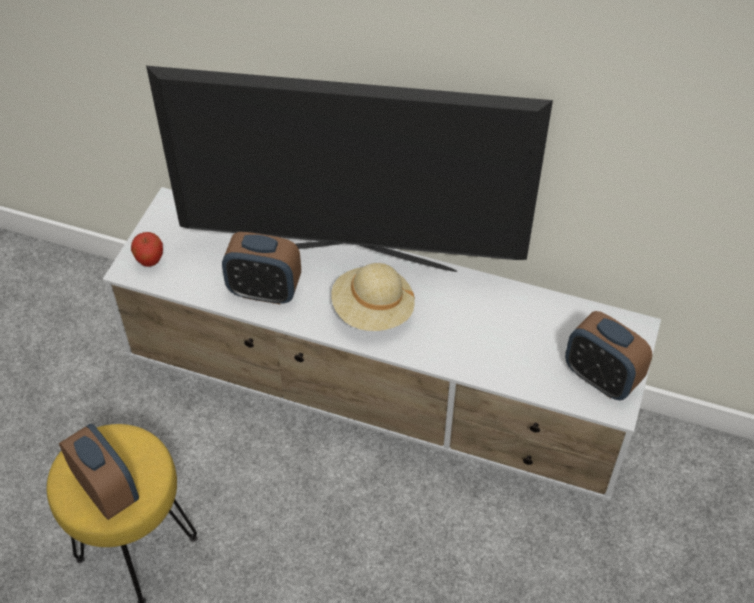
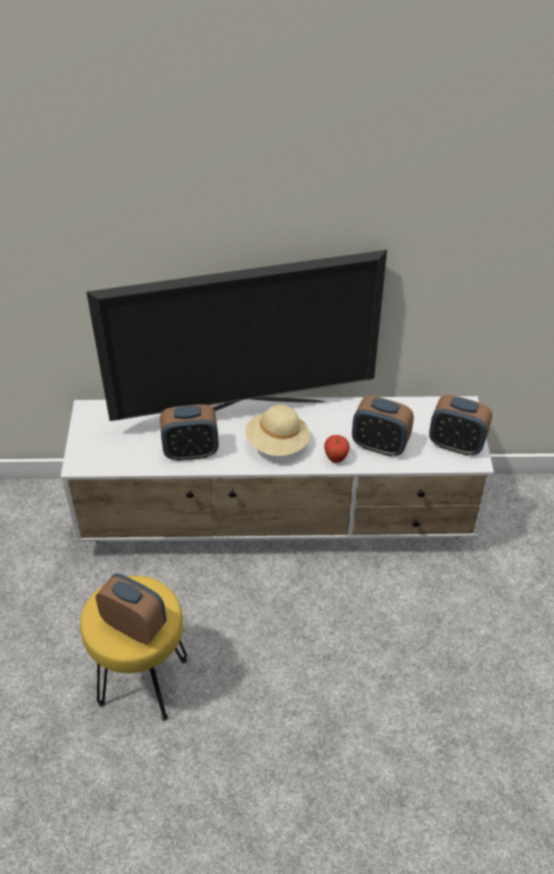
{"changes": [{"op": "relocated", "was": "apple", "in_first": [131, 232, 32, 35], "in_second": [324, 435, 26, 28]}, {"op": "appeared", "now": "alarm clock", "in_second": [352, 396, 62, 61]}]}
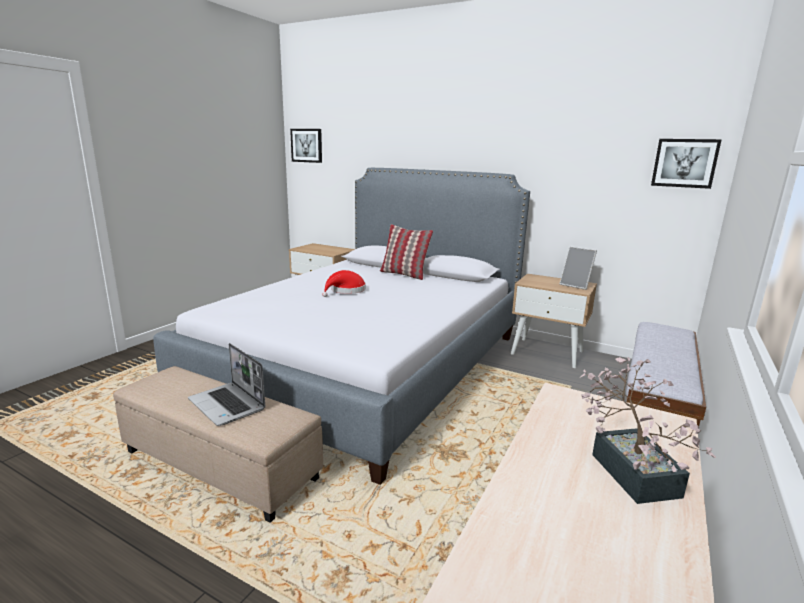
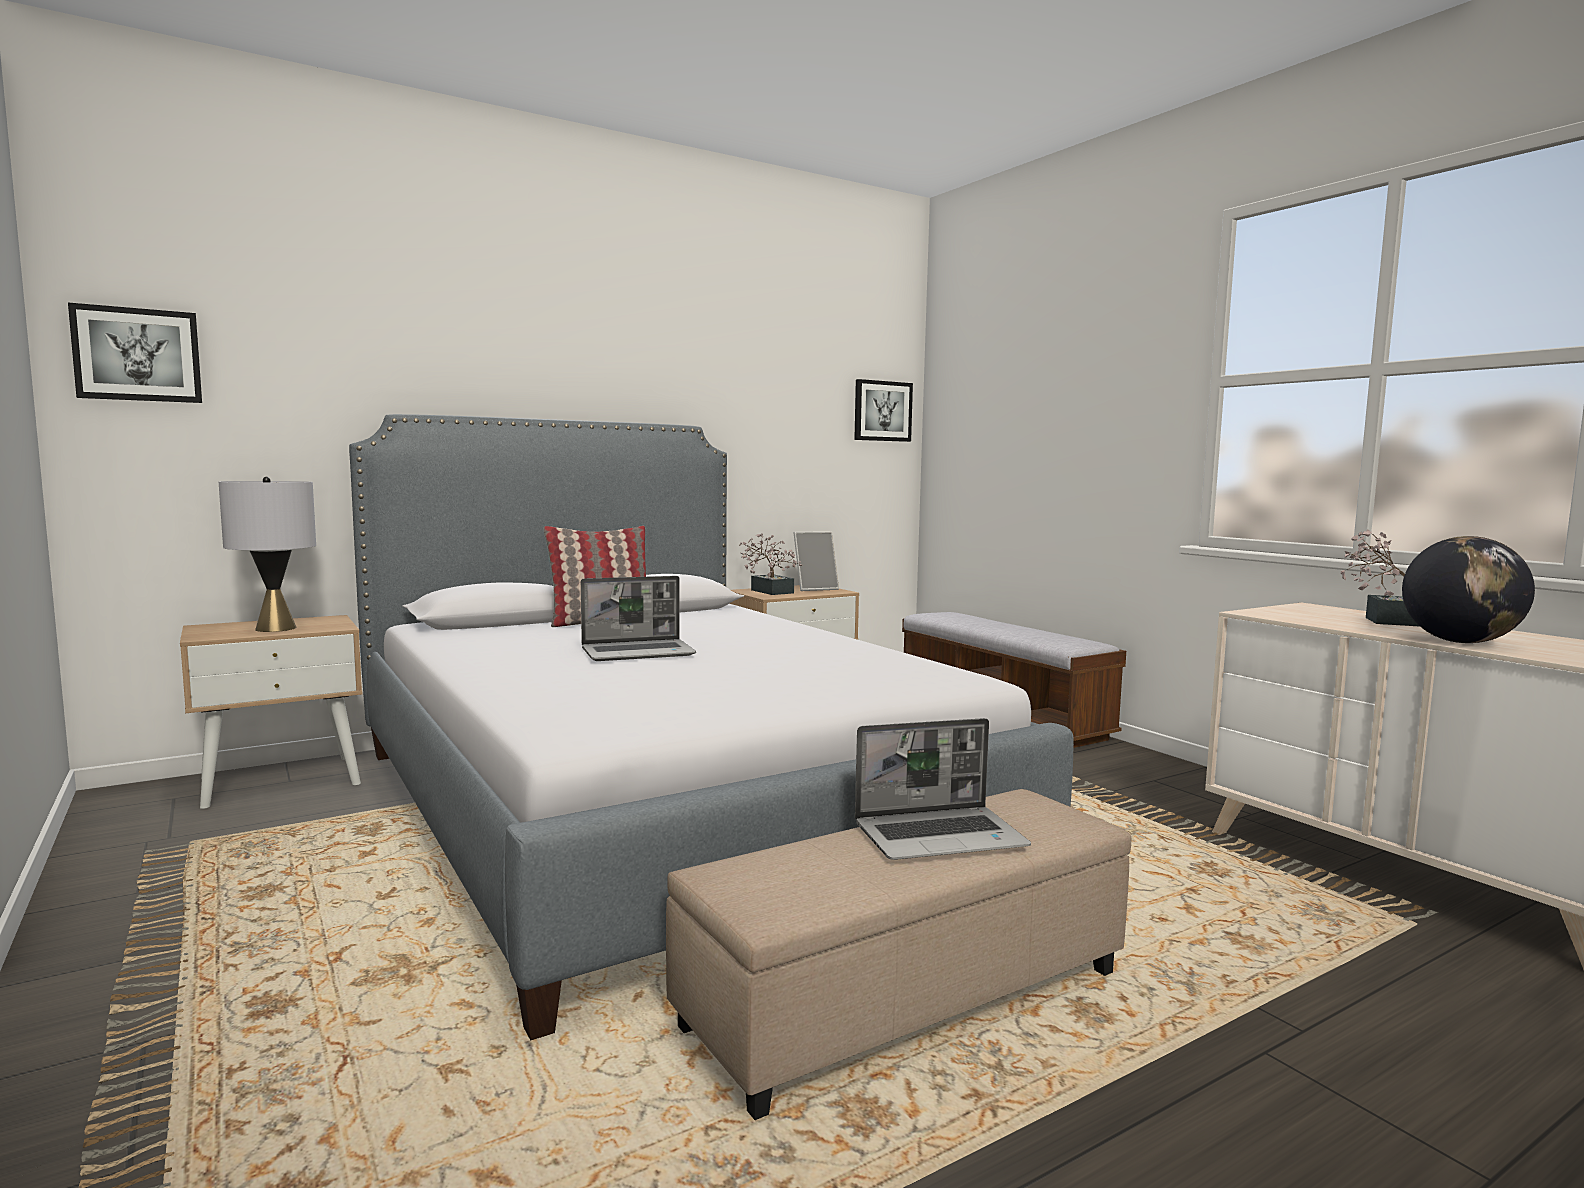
{"changes": [{"op": "exchanged", "was": "red hat", "now": "laptop", "in_first": [322, 270, 44, 27], "in_second": [581, 576, 115, 85]}, {"op": "appeared", "now": "grey table lamp", "in_second": [219, 476, 97, 156]}, {"op": "appeared", "now": "potted plant", "in_second": [739, 533, 63, 62]}, {"op": "appeared", "now": "globe", "in_second": [1402, 536, 133, 107]}]}
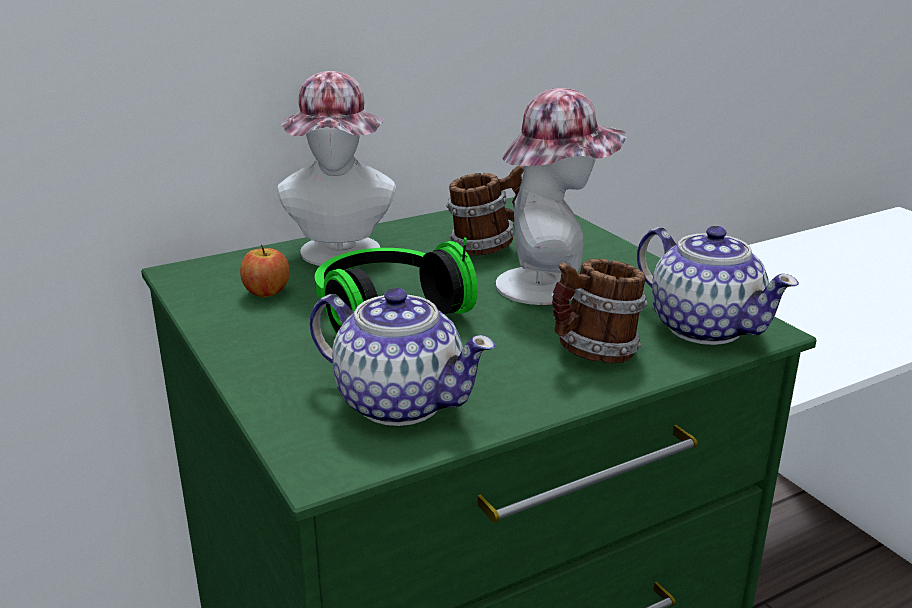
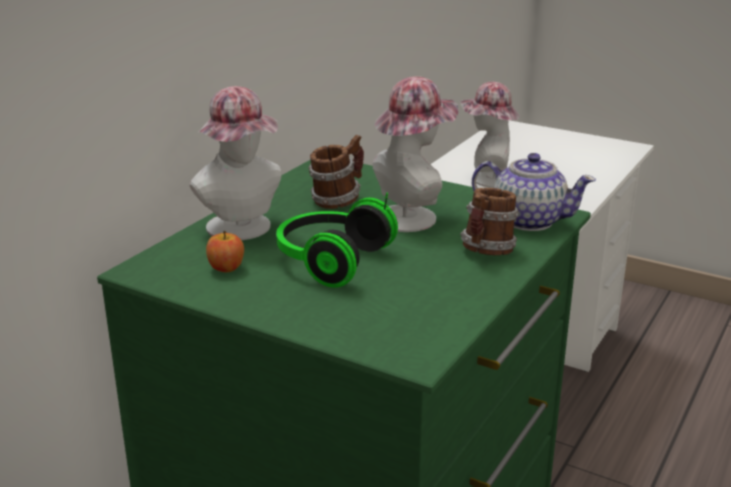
{"changes": [{"op": "missing", "was": "teapot", "in_first": [309, 288, 186, 138]}, {"op": "appeared", "now": "hat", "in_second": [460, 82, 60, 106]}]}
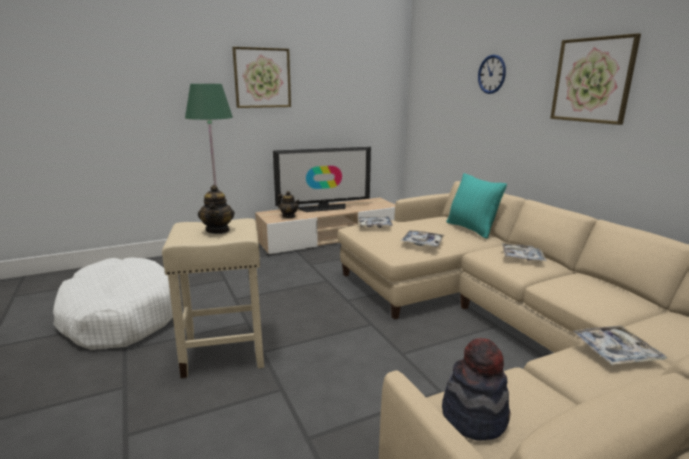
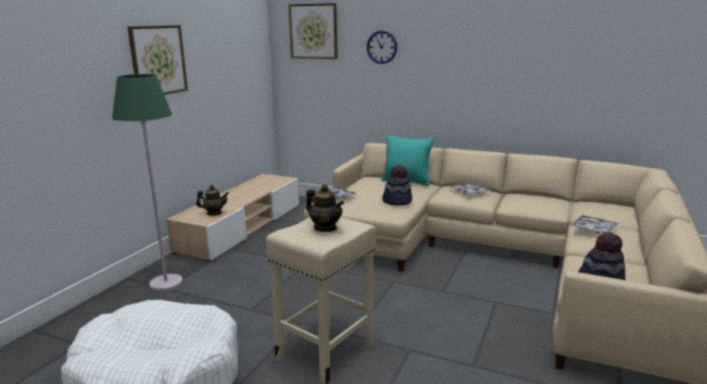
{"changes": [{"op": "relocated", "was": "picture", "in_first": [550, 33, 91, 92], "in_second": [289, 3, 49, 56]}, {"op": "missing", "was": "television", "in_first": [273, 147, 98, 65]}, {"op": "exchanged", "was": "tray", "now": "hat", "in_first": [401, 230, 44, 17], "in_second": [382, 165, 30, 41]}]}
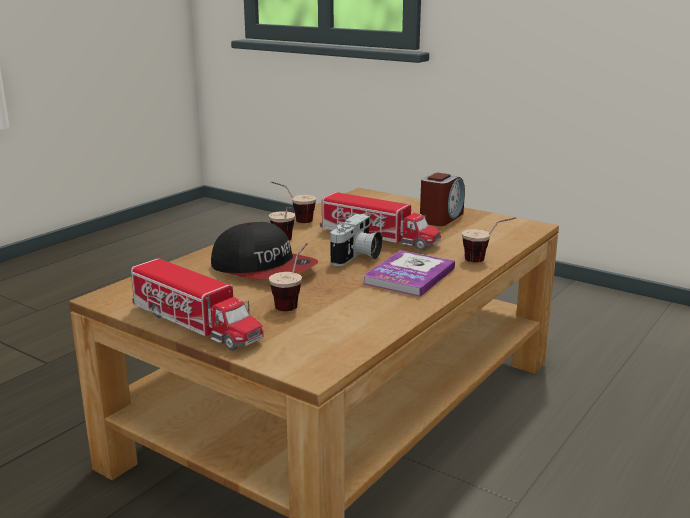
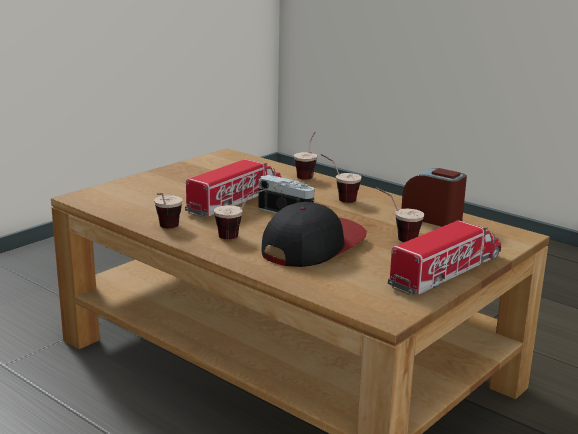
{"changes": [{"op": "relocated", "was": "alarm clock", "in_first": [420, 173, 45, 53], "in_second": [401, 168, 66, 59]}, {"op": "exchanged", "was": "book", "now": "cup", "in_first": [363, 250, 92, 47], "in_second": [321, 154, 40, 49]}]}
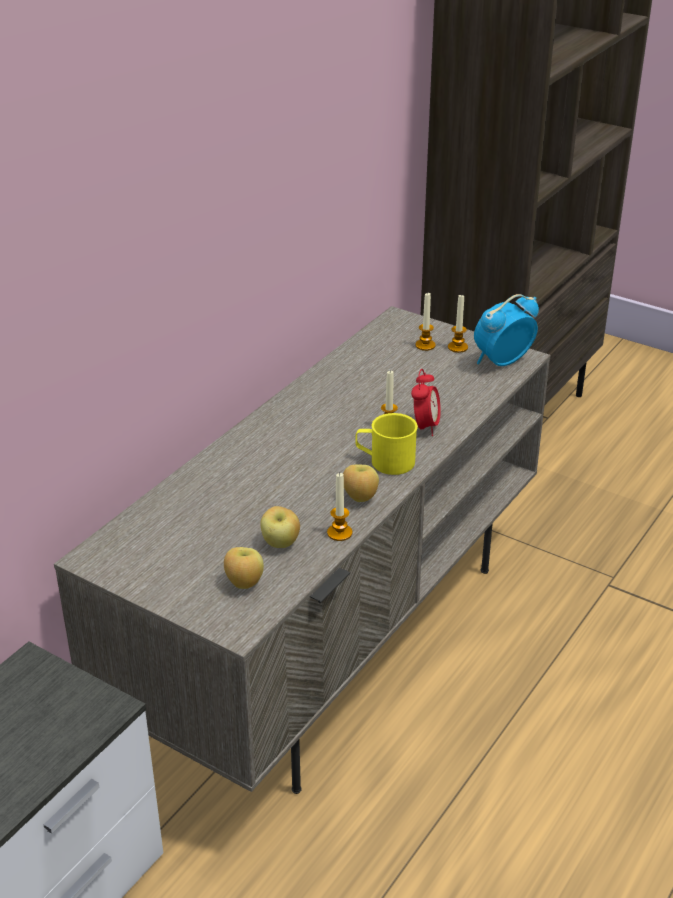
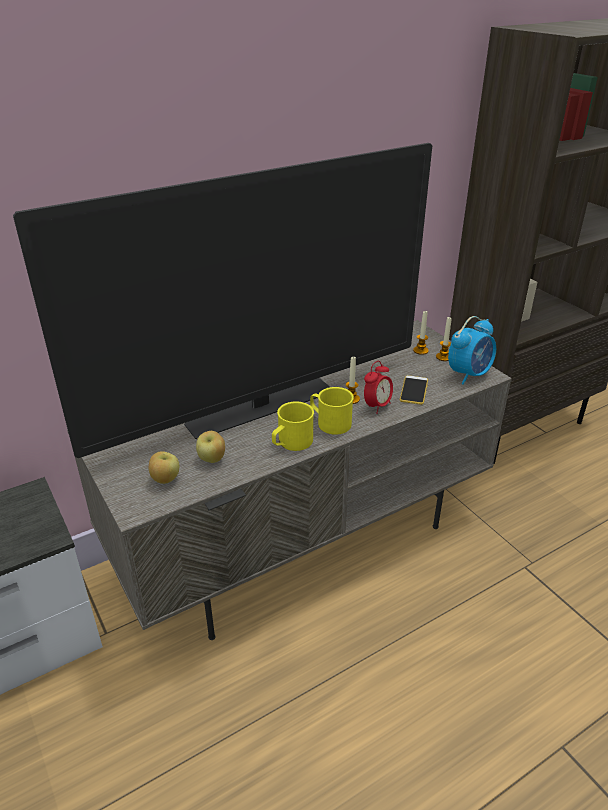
{"changes": [{"op": "spun", "was": "alarm clock", "in_first": [474, 294, 65, 72], "in_second": [448, 316, 48, 68], "clockwise": 150}, {"op": "exchanged", "was": "apple", "now": "yellow mug", "in_first": [343, 464, 36, 38], "in_second": [272, 401, 42, 50]}, {"op": "missing", "was": "candle", "in_first": [327, 473, 25, 68]}, {"op": "appeared", "now": "television", "in_second": [13, 143, 419, 315]}, {"op": "appeared", "now": "phone", "in_second": [399, 375, 29, 30]}]}
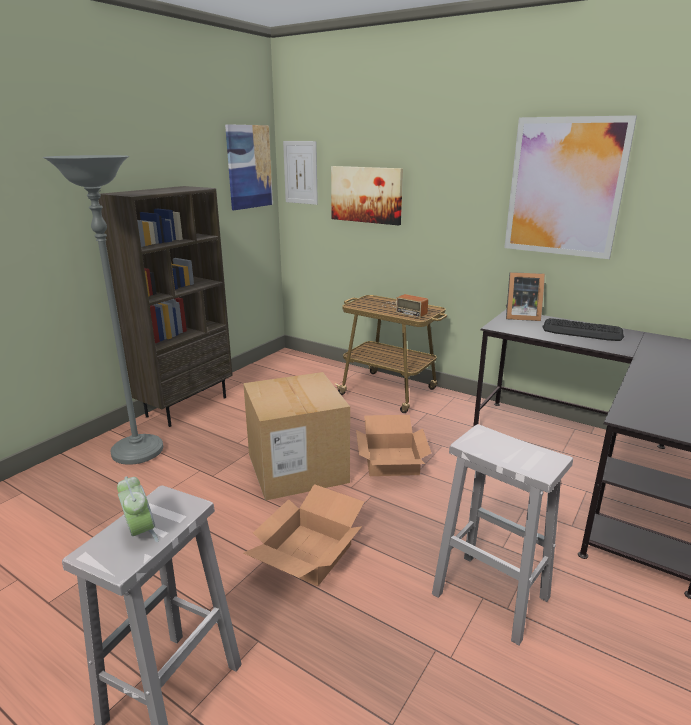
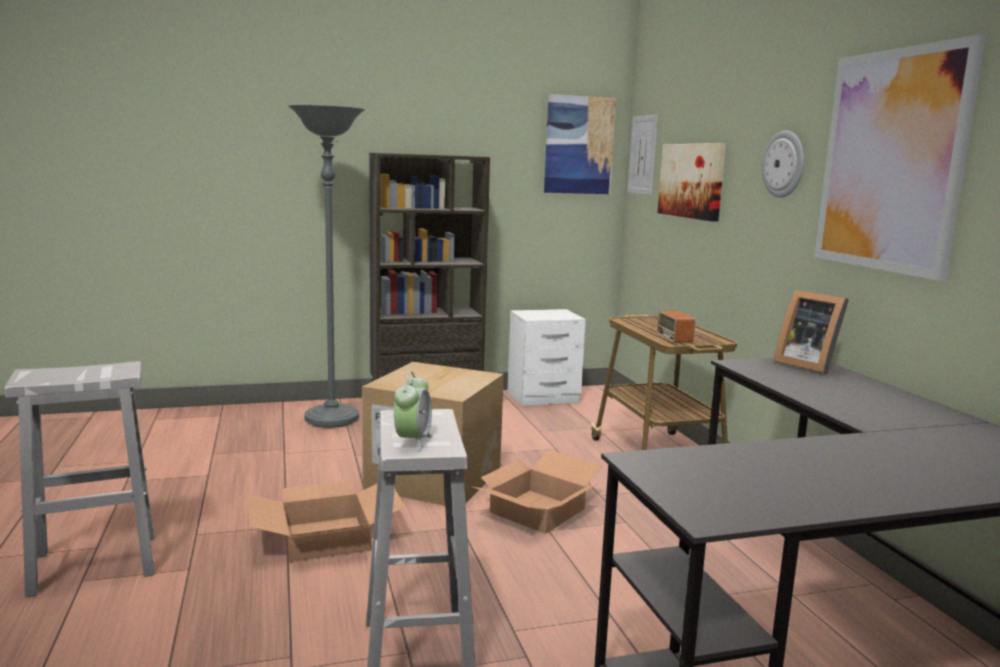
{"changes": [{"op": "missing", "was": "keyboard", "in_first": [542, 318, 82, 23]}, {"op": "relocated", "was": "alarm clock", "in_first": [117, 476, 42, 66], "in_second": [394, 372, 38, 80]}, {"op": "appeared", "now": "wall clock", "in_second": [762, 130, 42, 68]}, {"op": "appeared", "now": "white nightstand", "in_second": [507, 309, 79, 97]}]}
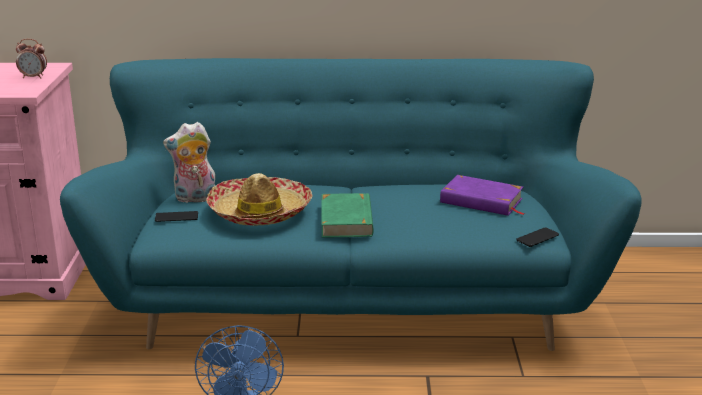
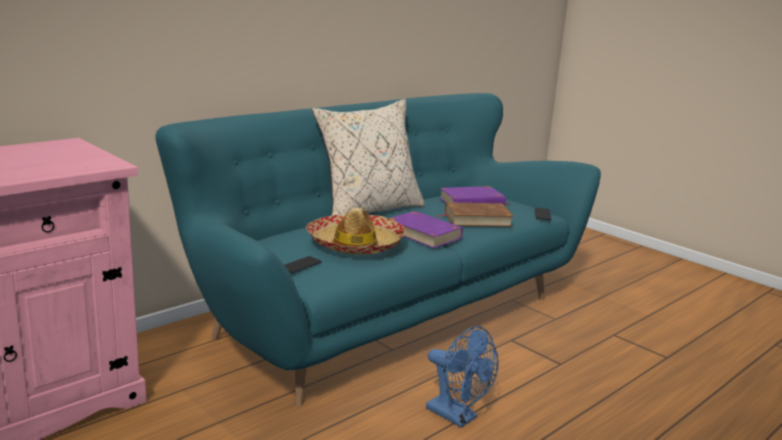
{"changes": [{"op": "missing", "was": "alarm clock", "in_first": [16, 39, 31, 40]}, {"op": "missing", "was": "plush toy", "in_first": [163, 122, 52, 81]}, {"op": "colour", "was": "green book", "now": "purple book", "in_first": [321, 193, 52, 45], "in_second": [388, 211, 75, 37]}, {"op": "appeared", "now": "beige pillow", "in_second": [312, 99, 113, 116]}, {"op": "appeared", "now": "brown book", "in_second": [437, 202, 77, 25]}]}
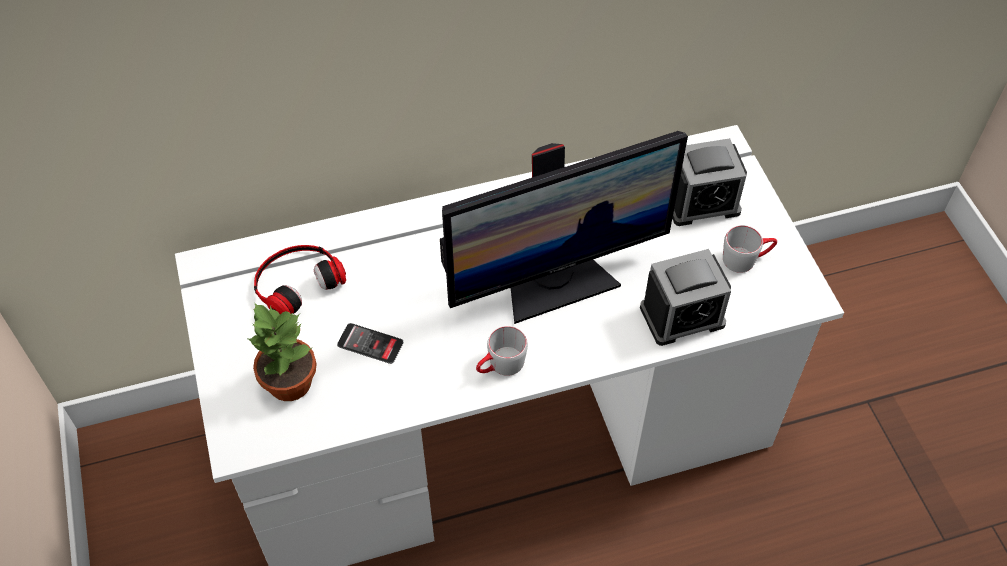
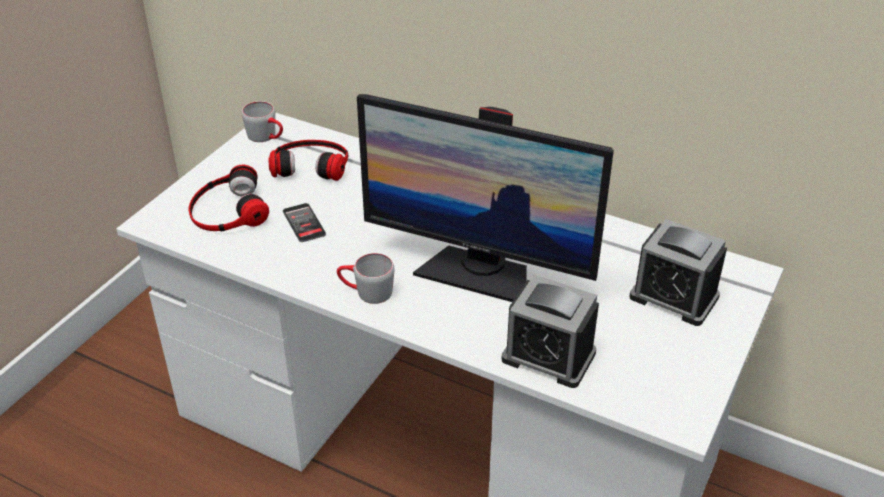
{"changes": [{"op": "relocated", "was": "grey mug", "in_first": [723, 225, 54, 48], "in_second": [242, 101, 41, 41]}, {"op": "exchanged", "was": "potted plant", "now": "headphones", "in_first": [246, 302, 71, 99], "in_second": [189, 165, 80, 67]}]}
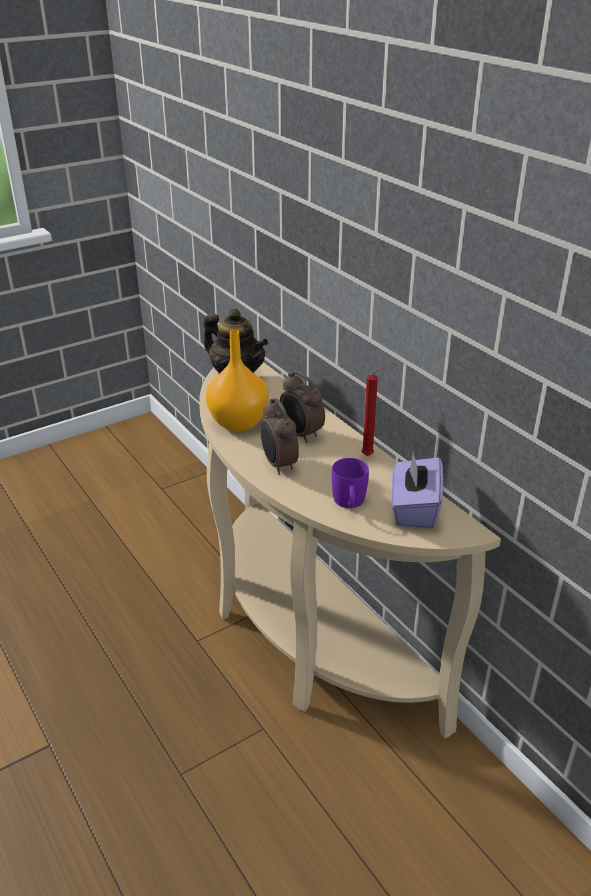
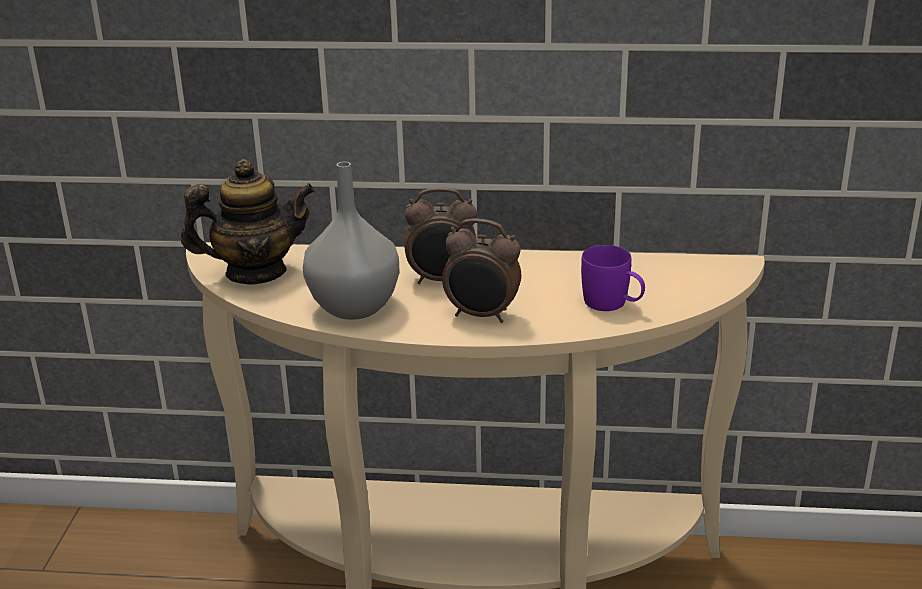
{"changes": [{"op": "colour", "was": "orange vase", "now": "grey vase", "in_first": [206, 330, 63, 101], "in_second": [303, 162, 96, 158]}, {"op": "missing", "was": "red candle", "in_first": [362, 368, 22, 88]}, {"op": "missing", "was": "purple tissue box", "in_first": [391, 453, 52, 76]}]}
